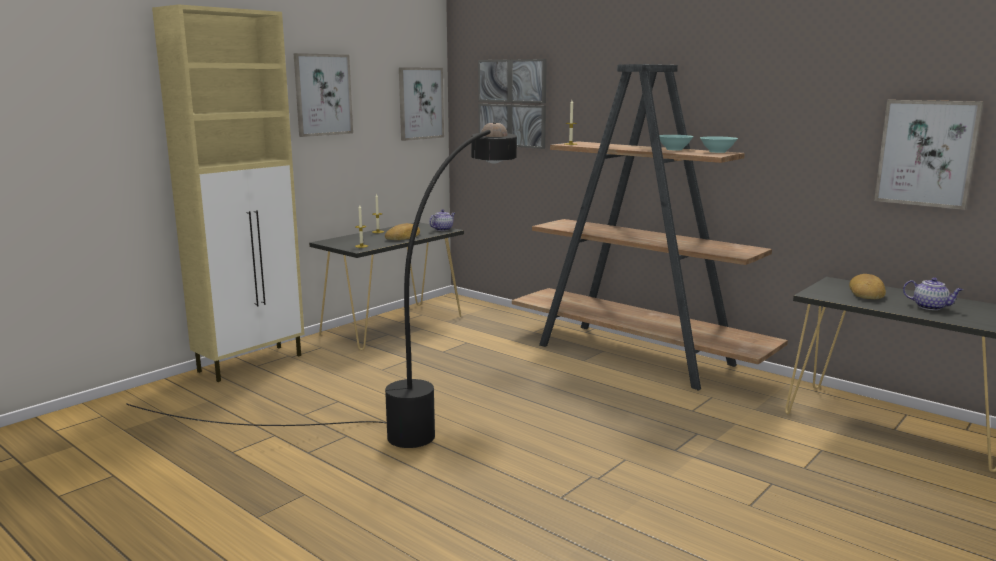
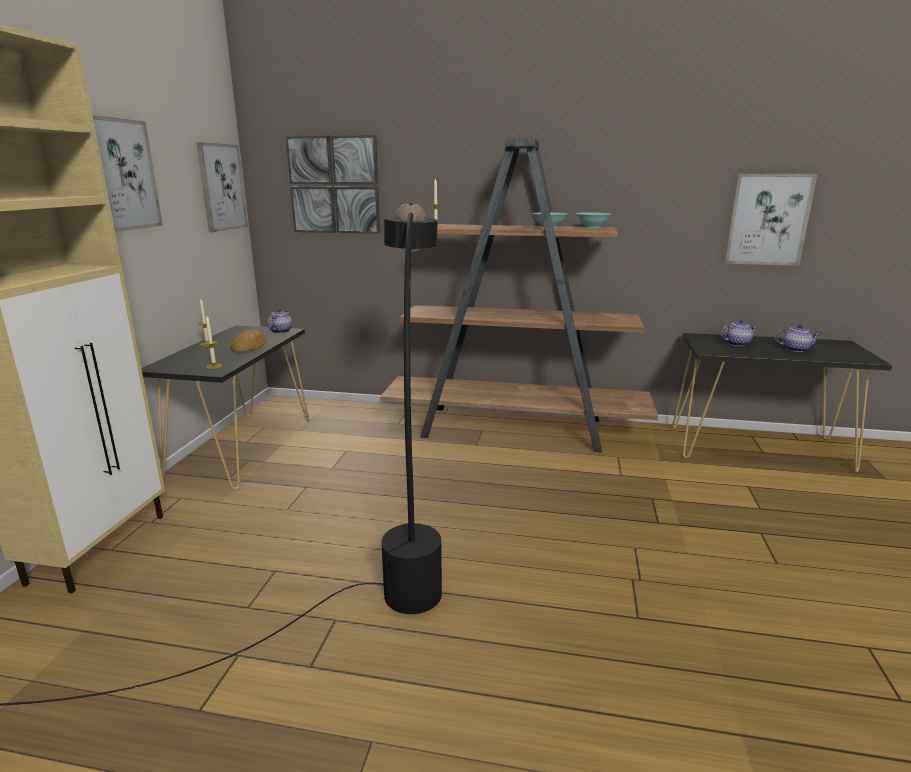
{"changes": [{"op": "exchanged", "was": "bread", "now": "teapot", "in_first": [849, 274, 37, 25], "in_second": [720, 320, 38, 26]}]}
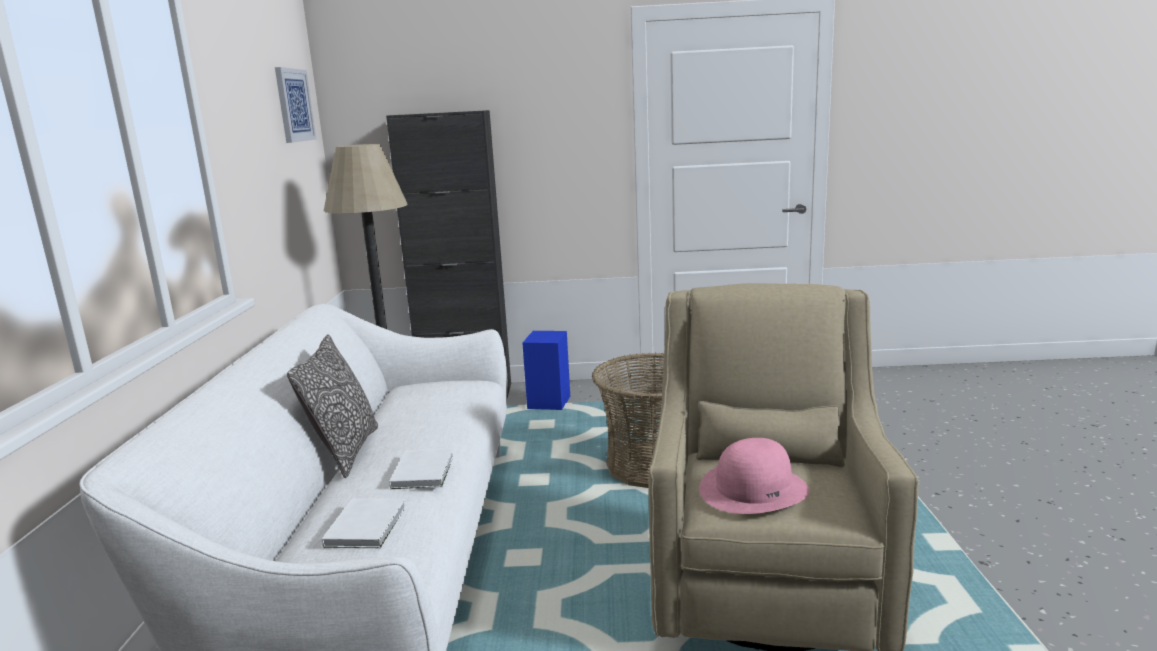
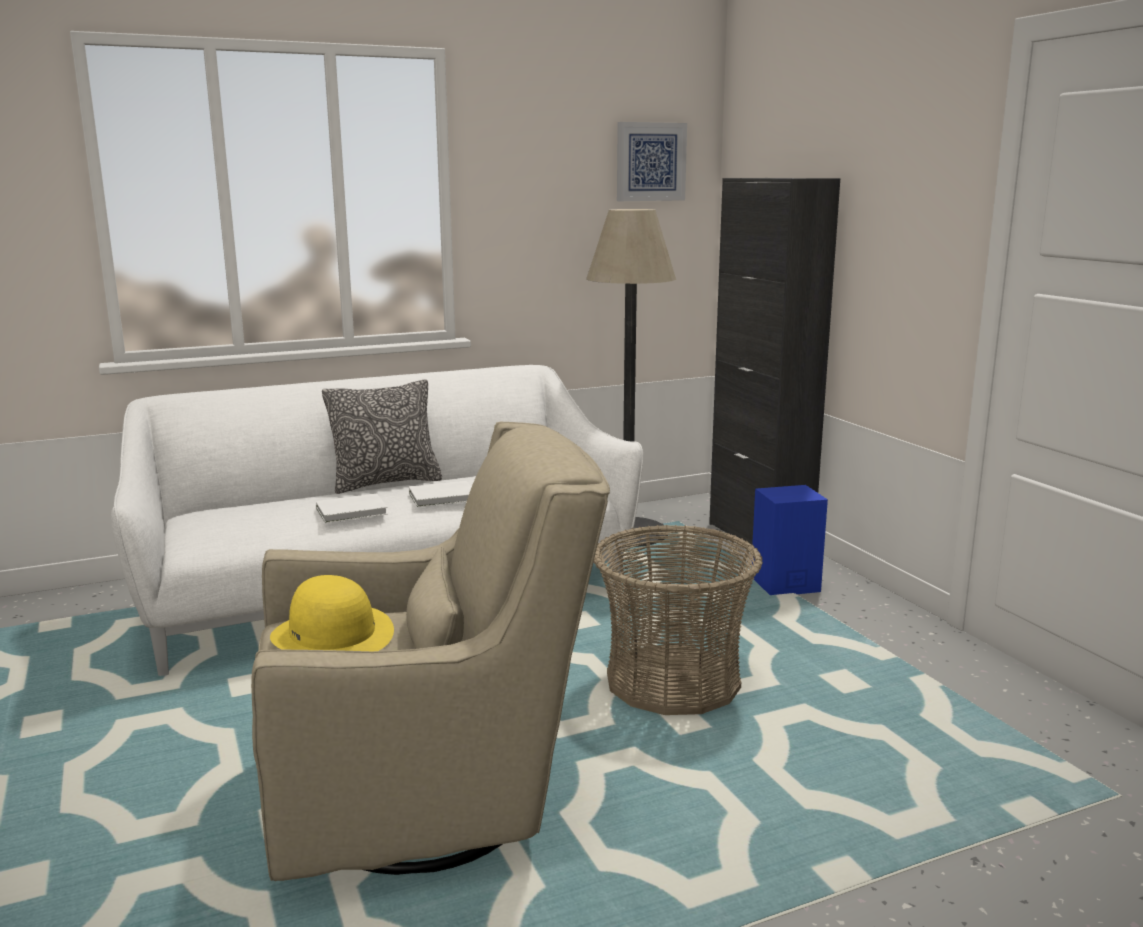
{"changes": [{"op": "colour", "was": "pink hat", "now": "yellow hat", "in_first": [699, 438, 110, 76], "in_second": [270, 575, 124, 76]}, {"op": "relocated", "was": "white book", "in_first": [322, 498, 84, 50], "in_second": [409, 481, 63, 26]}]}
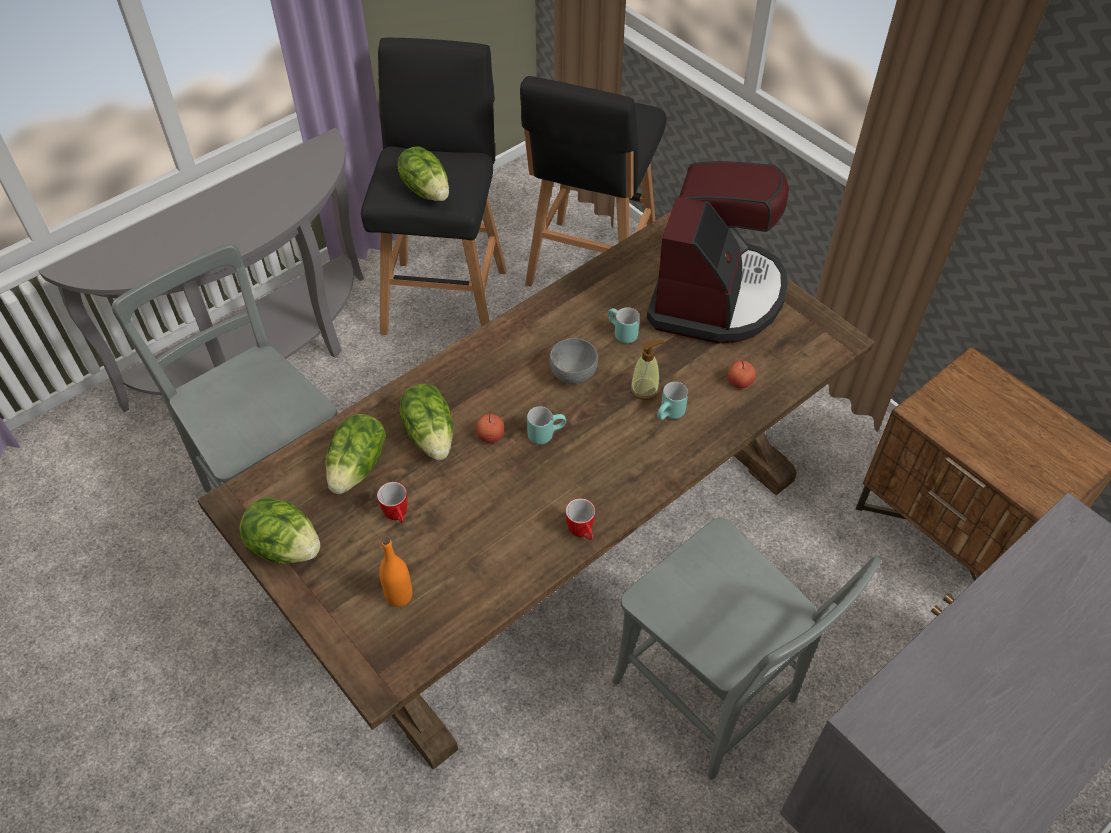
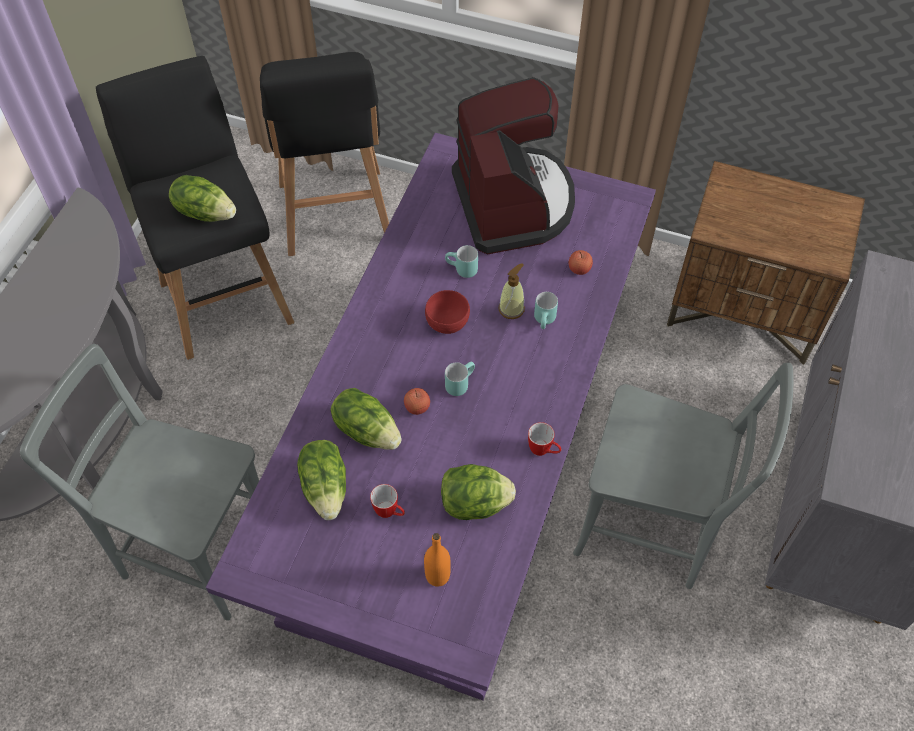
{"changes": [{"op": "colour", "was": "brown dining table", "now": "purple dining table", "in_first": [197, 211, 678, 559], "in_second": [206, 133, 450, 567]}, {"op": "colour", "was": "grey bowl", "now": "red bowl", "in_first": [549, 338, 49, 46], "in_second": [425, 290, 45, 44]}, {"op": "relocated", "was": "lettuce", "in_first": [239, 497, 81, 67], "in_second": [441, 464, 75, 56]}]}
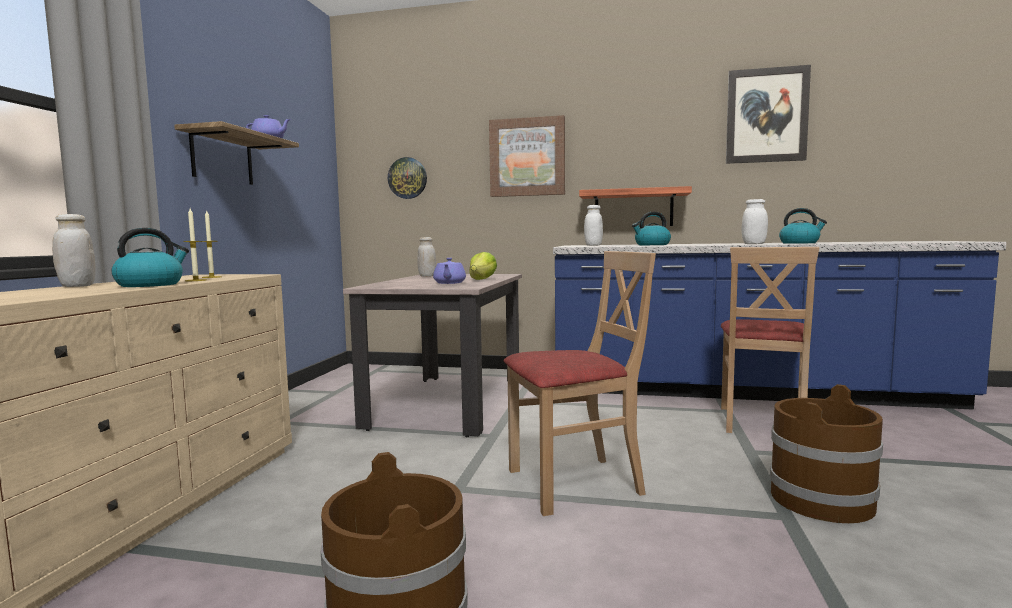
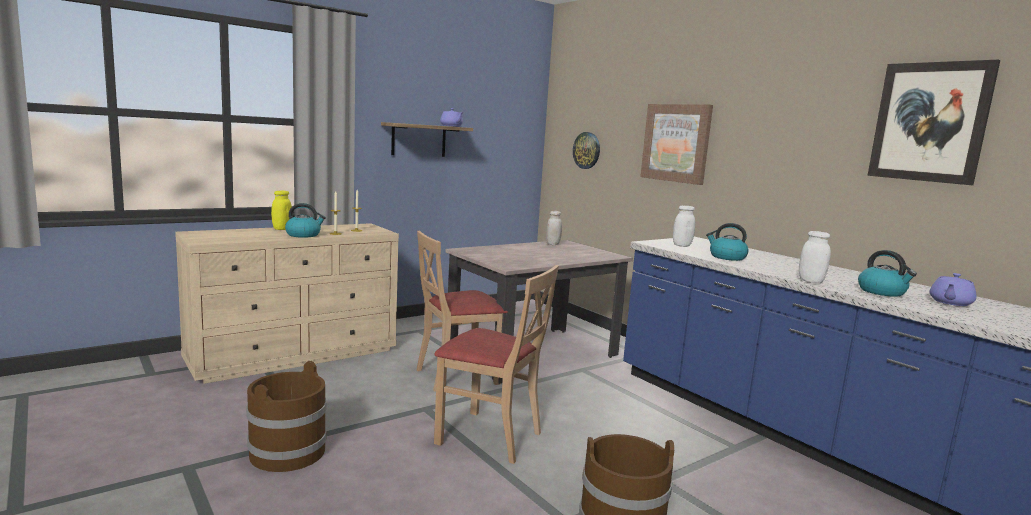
{"changes": [{"op": "missing", "was": "shelf", "in_first": [579, 186, 113, 40]}, {"op": "colour", "was": "white jar", "now": "yellow jar", "in_first": [52, 214, 44, 73], "in_second": [271, 191, 21, 39]}, {"op": "relocated", "was": "beige chair", "in_first": [721, 247, 98, 186], "in_second": [417, 231, 91, 161]}, {"op": "missing", "was": "lettuce", "in_first": [469, 252, 28, 28]}, {"op": "relocated", "was": "purple teapot", "in_first": [433, 258, 33, 26], "in_second": [930, 273, 47, 33]}]}
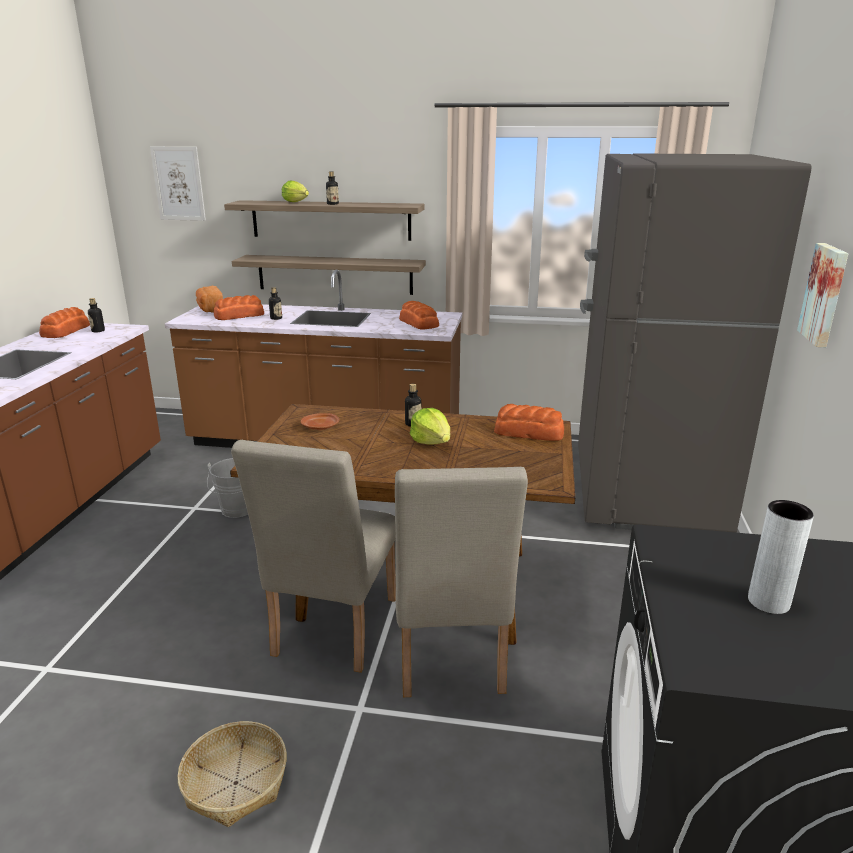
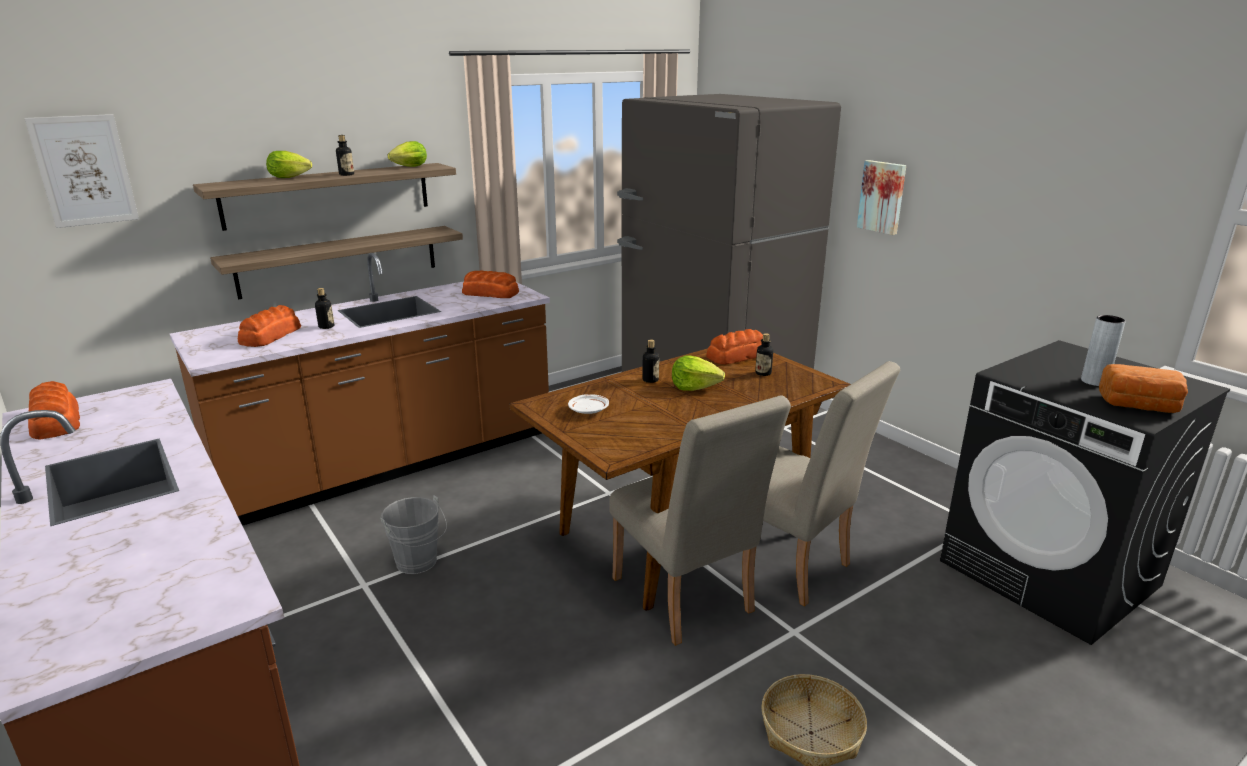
{"changes": [{"op": "relocated", "was": "bread", "in_first": [196, 286, 27, 27], "in_second": [1099, 364, 89, 49]}, {"op": "relocated", "was": "bottle", "in_first": [88, 298, 17, 34], "in_second": [755, 333, 18, 43]}, {"op": "colour", "was": "brown plate", "now": "white plate", "in_first": [301, 413, 38, 17], "in_second": [568, 394, 41, 20]}, {"op": "appeared", "now": "lettuce", "in_second": [388, 141, 39, 26]}]}
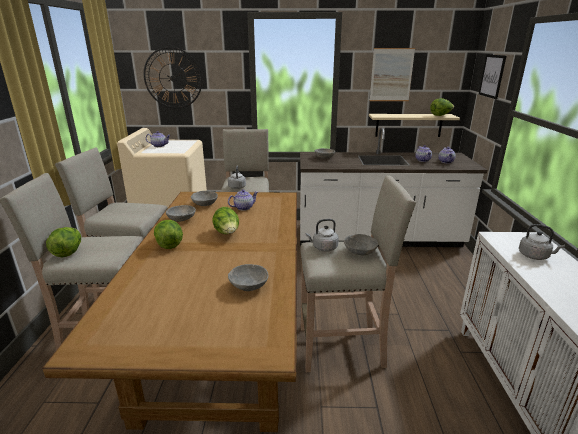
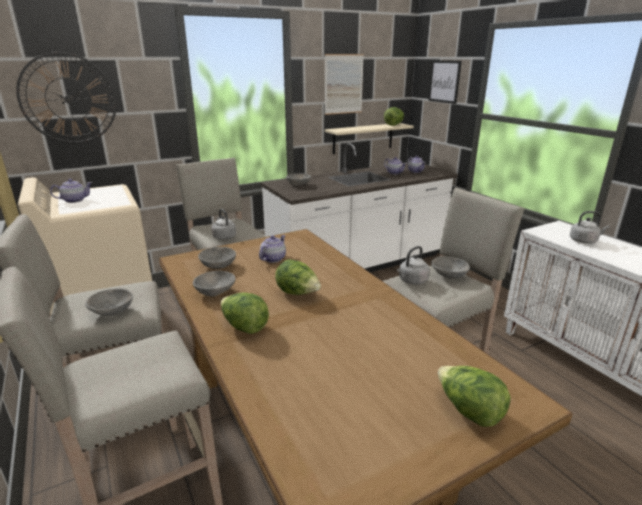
{"changes": [{"op": "relocated", "was": "lettuce", "in_first": [46, 227, 35, 30], "in_second": [438, 366, 73, 61]}, {"op": "relocated", "was": "grey bowl", "in_first": [228, 264, 40, 27], "in_second": [85, 288, 48, 28]}]}
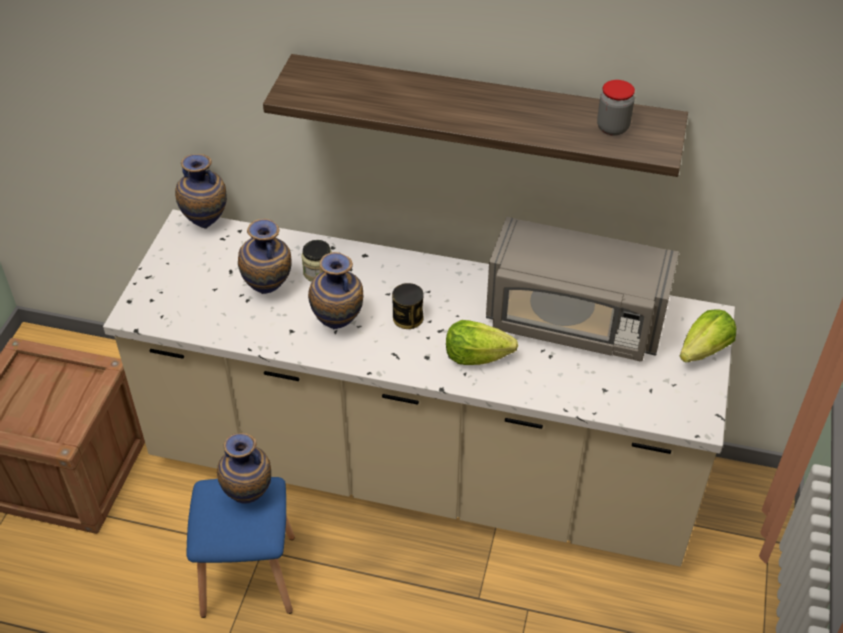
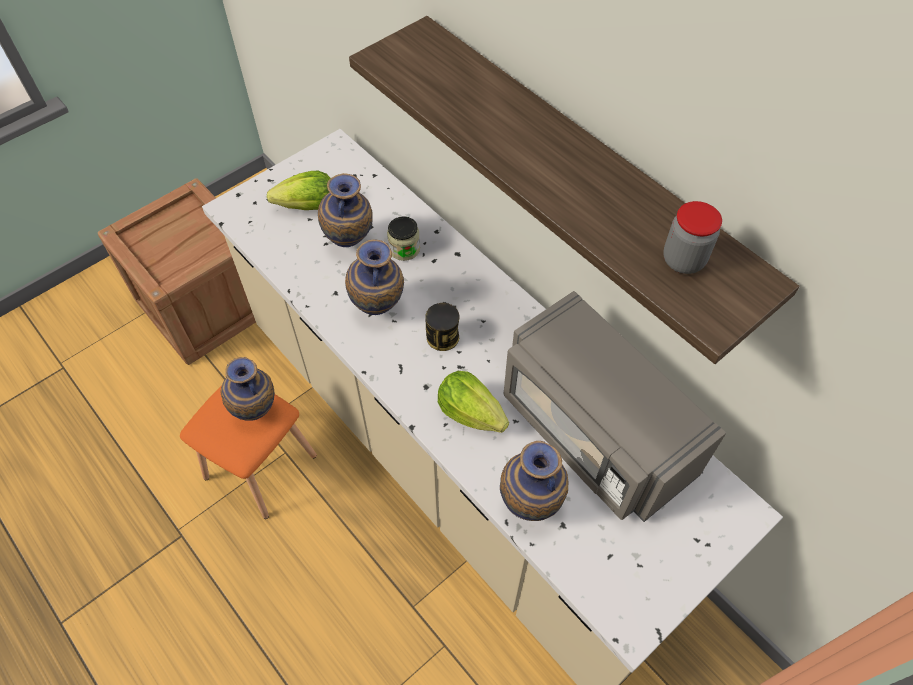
{"changes": [{"op": "relocated", "was": "vase", "in_first": [175, 154, 52, 75], "in_second": [500, 441, 69, 80]}, {"op": "relocated", "was": "lettuce", "in_first": [680, 309, 56, 54], "in_second": [267, 171, 63, 39]}, {"op": "colour", "was": "blue stool", "now": "orange stool", "in_first": [187, 477, 108, 141], "in_second": [180, 385, 137, 134]}]}
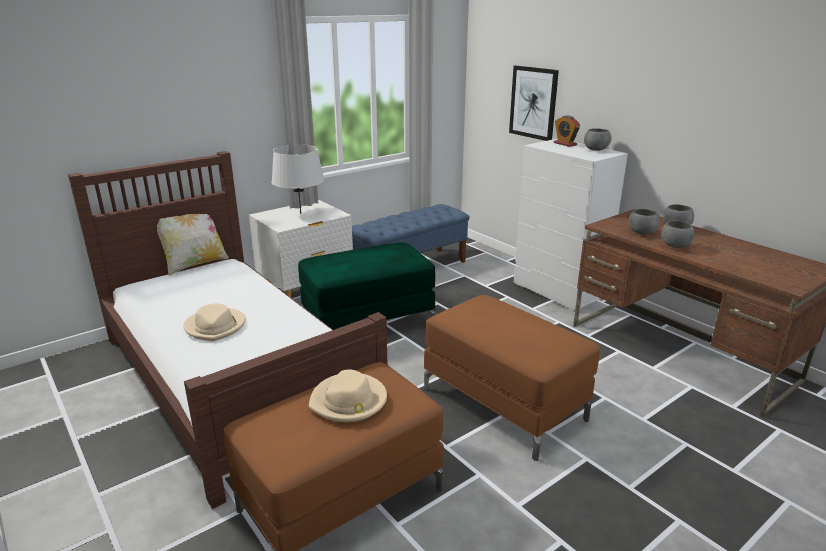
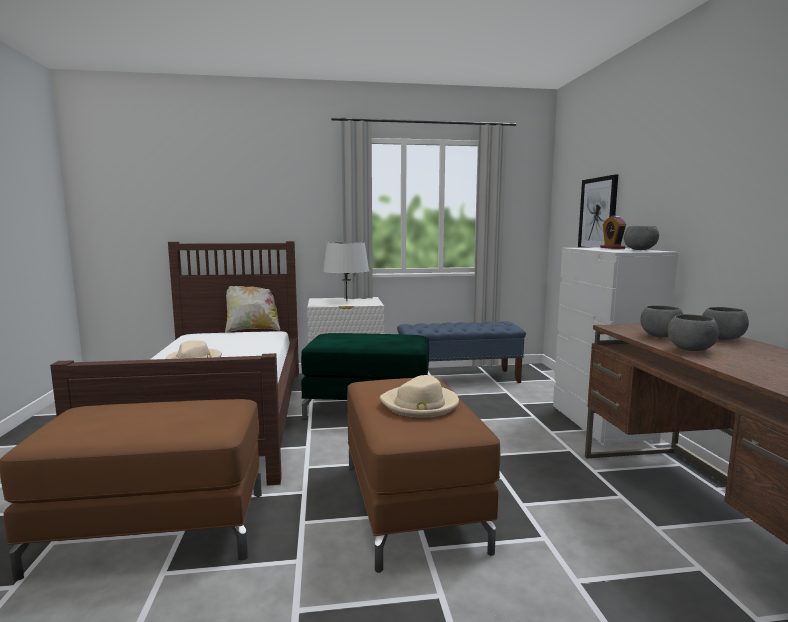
{"changes": [{"op": "relocated", "was": "beige hat", "in_first": [309, 369, 78, 53], "in_second": [380, 375, 79, 43]}]}
